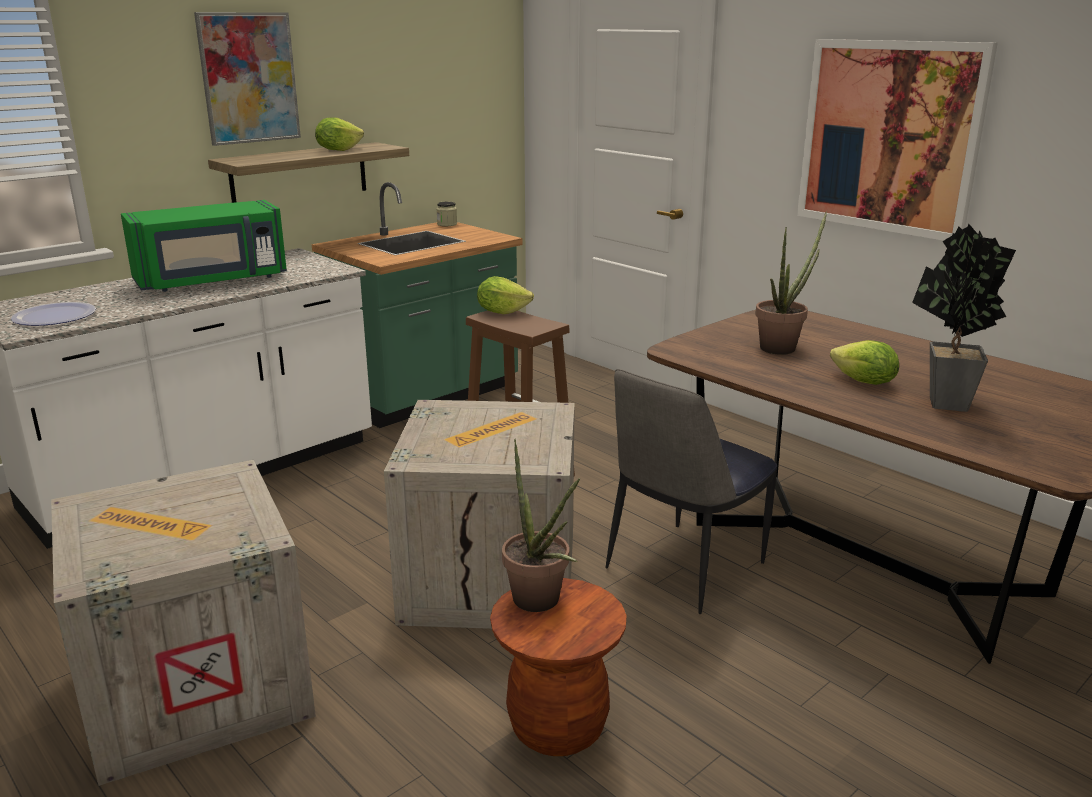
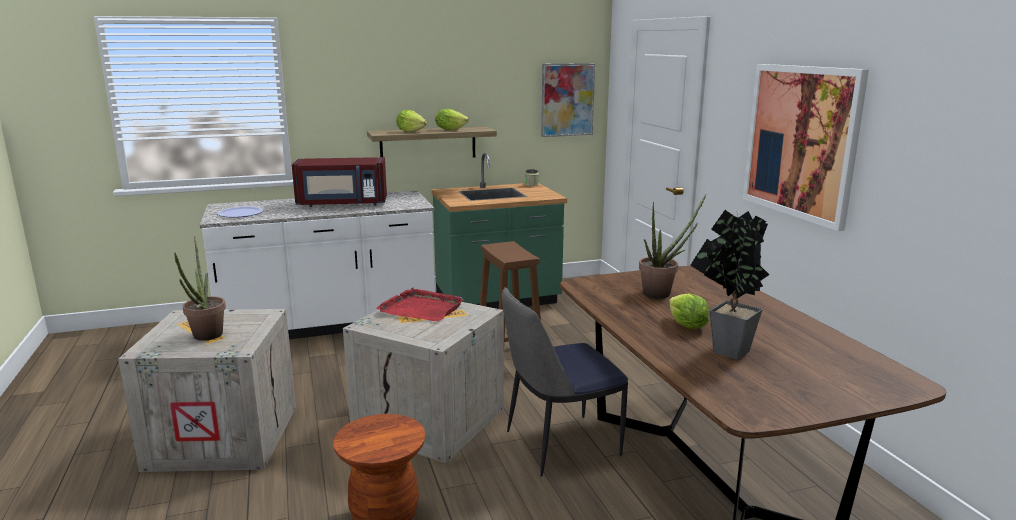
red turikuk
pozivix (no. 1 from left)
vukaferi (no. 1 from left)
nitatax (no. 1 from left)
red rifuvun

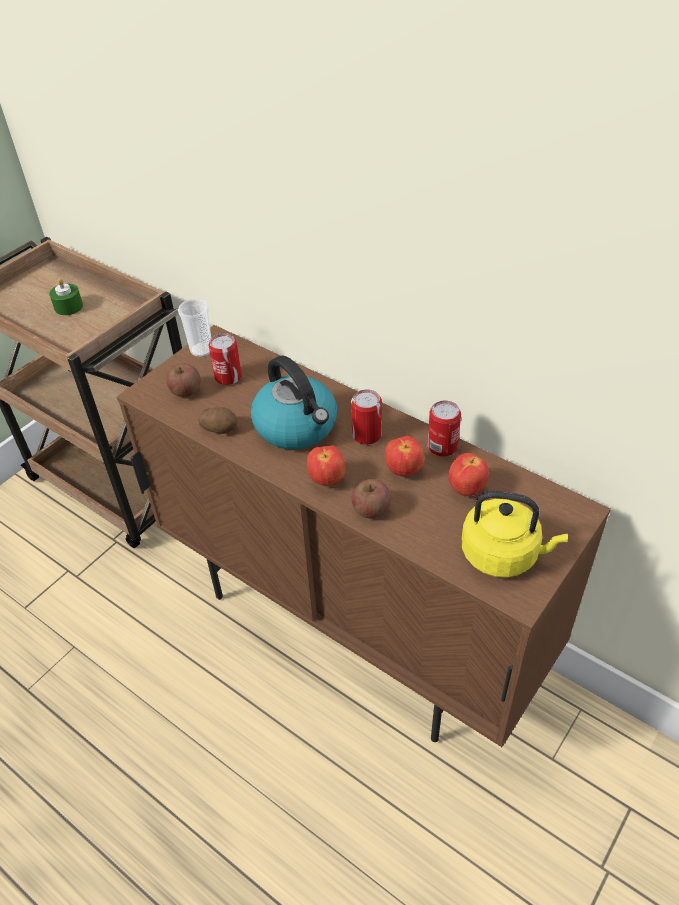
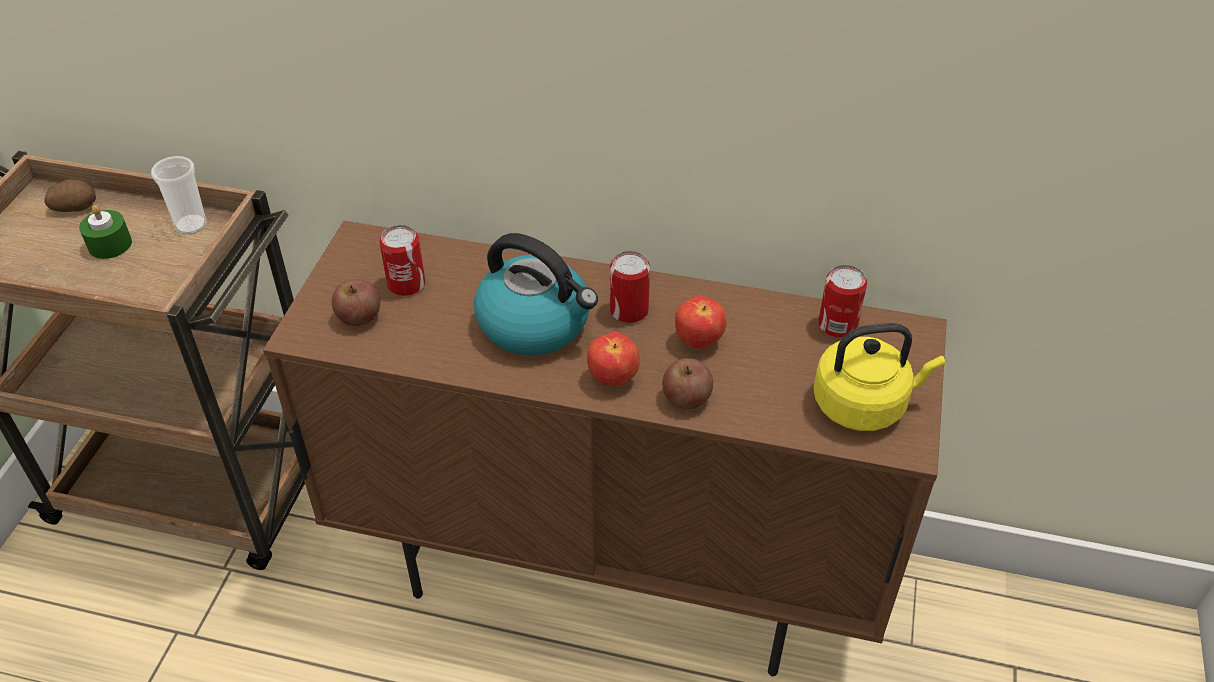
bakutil (no. 5 from left in the first image)
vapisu
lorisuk
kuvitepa (no. 3 from left)

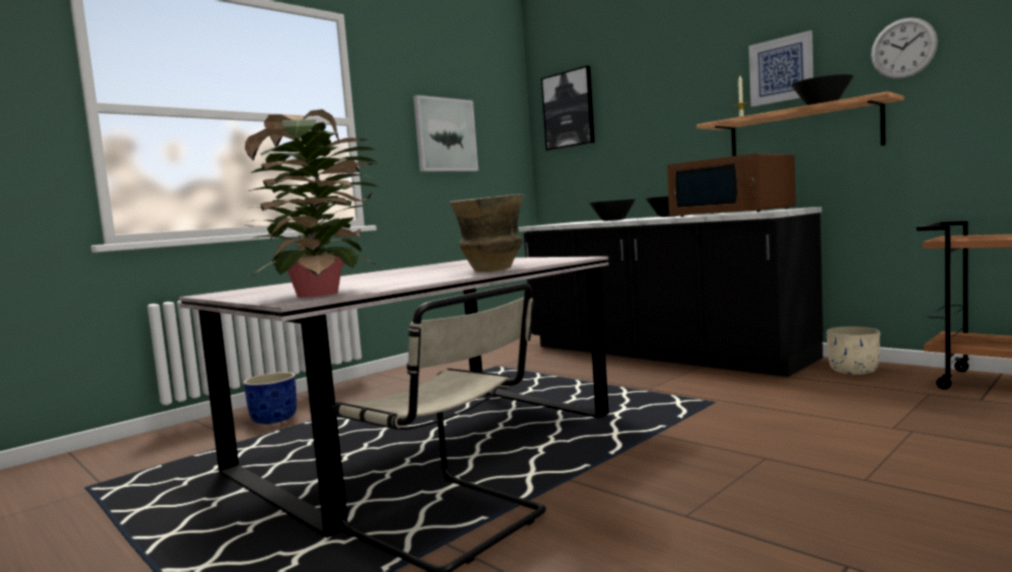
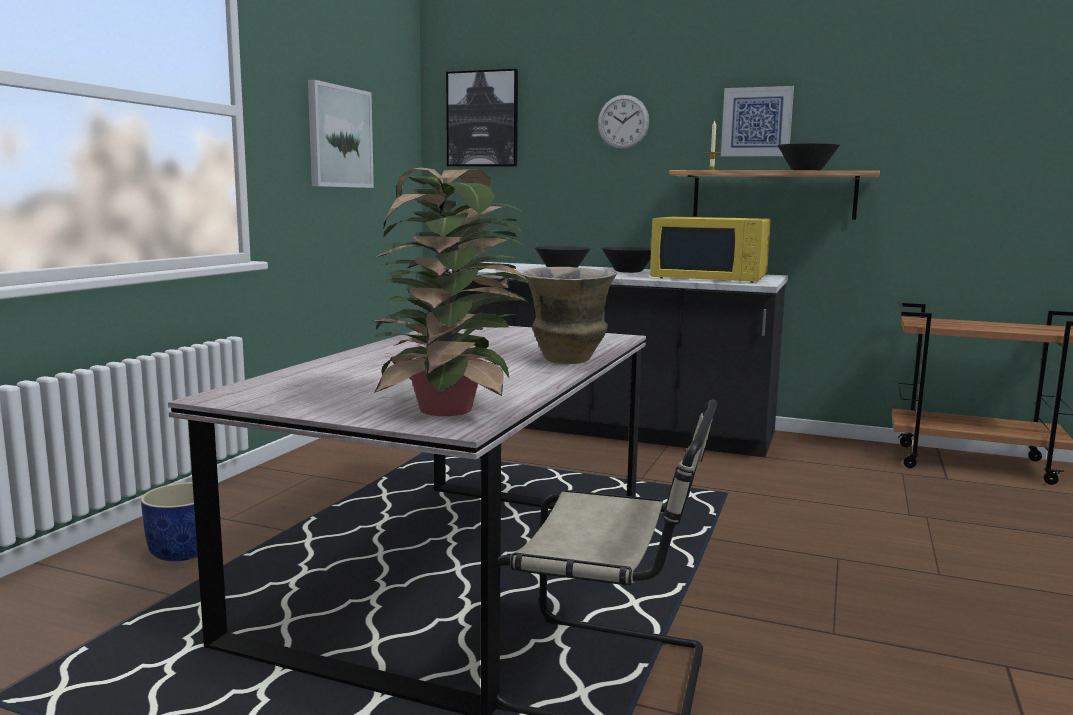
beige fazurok
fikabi
yellow rifuvun

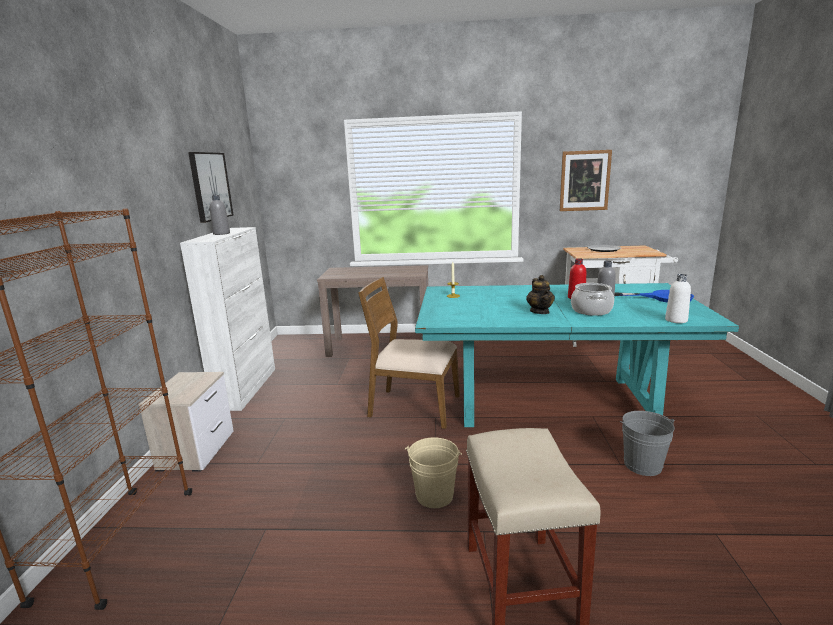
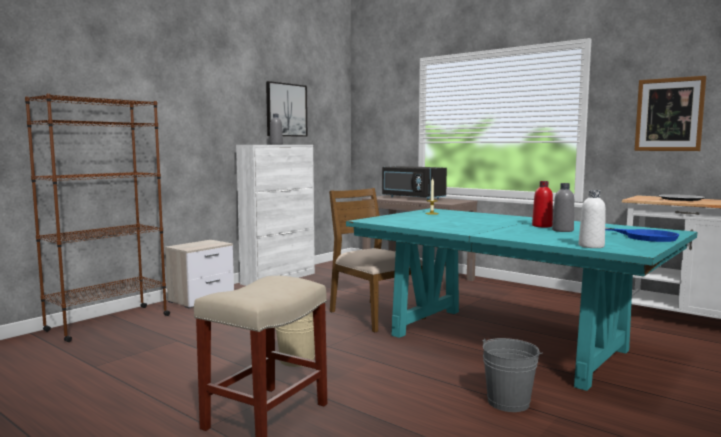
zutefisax
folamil
black rifuvun

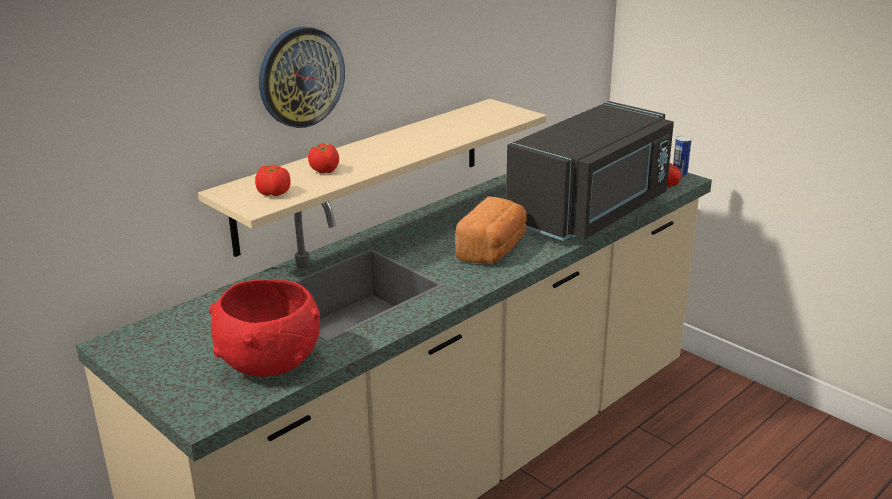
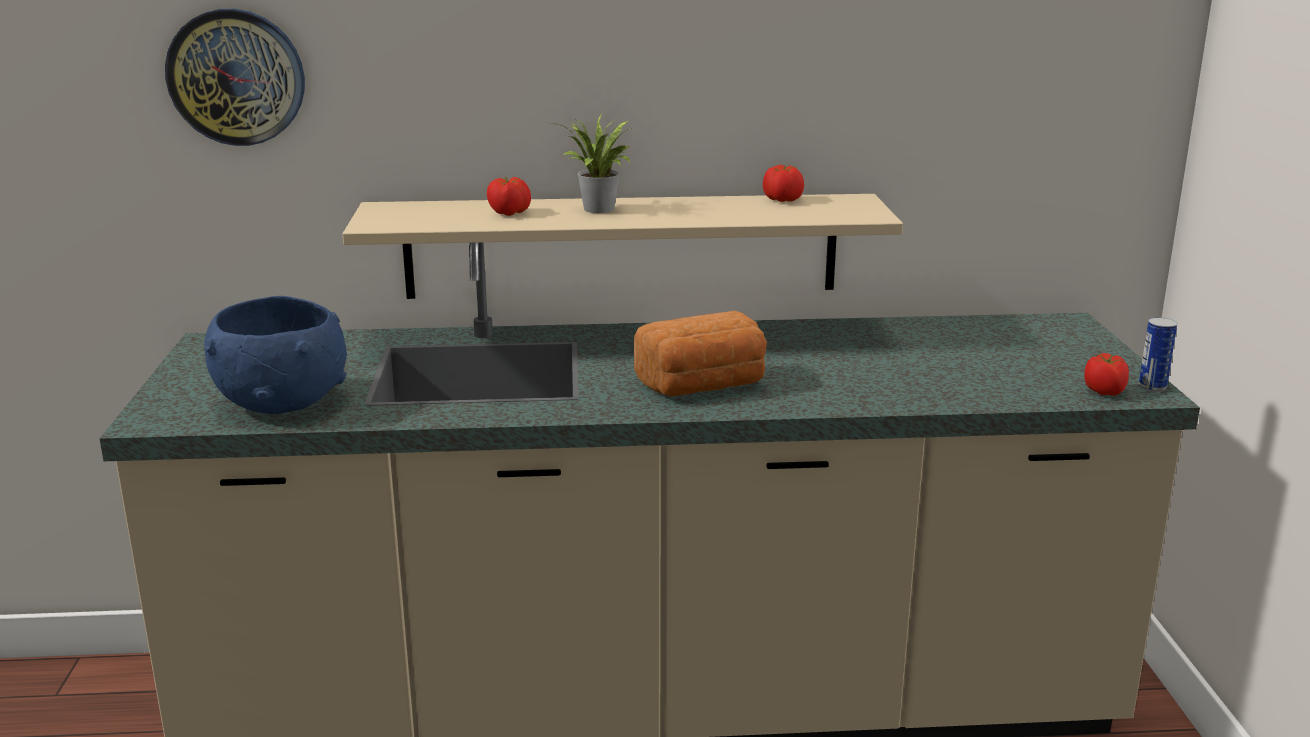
black rifuvun
nitatax
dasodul (no. 2 from left)
fikabi
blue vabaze

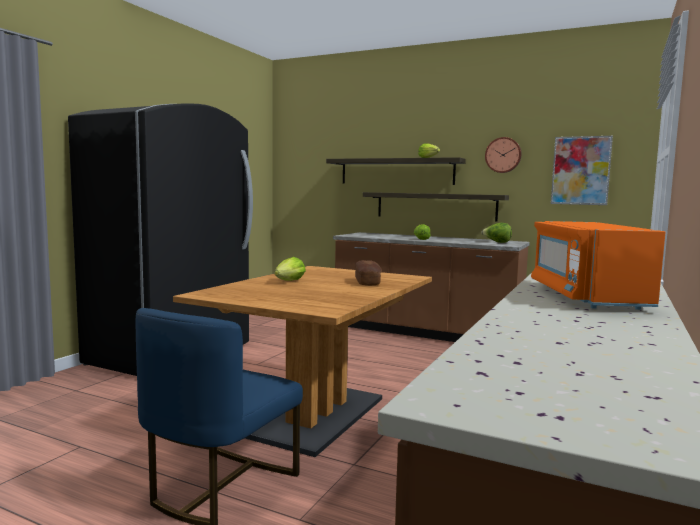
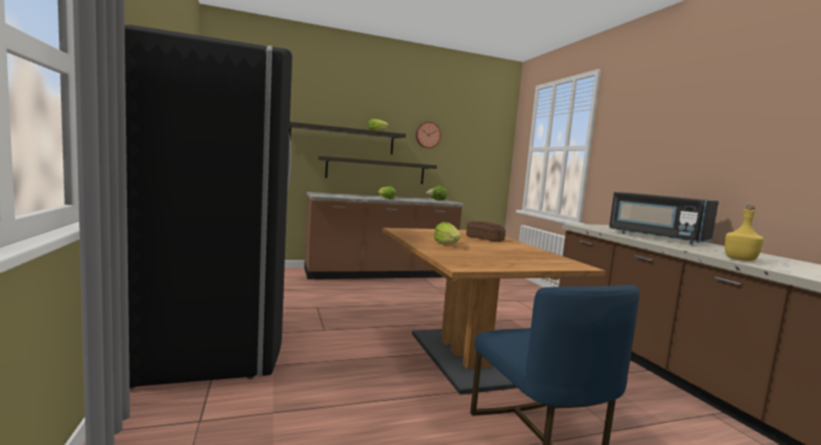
pozivix
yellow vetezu
black rifuvun

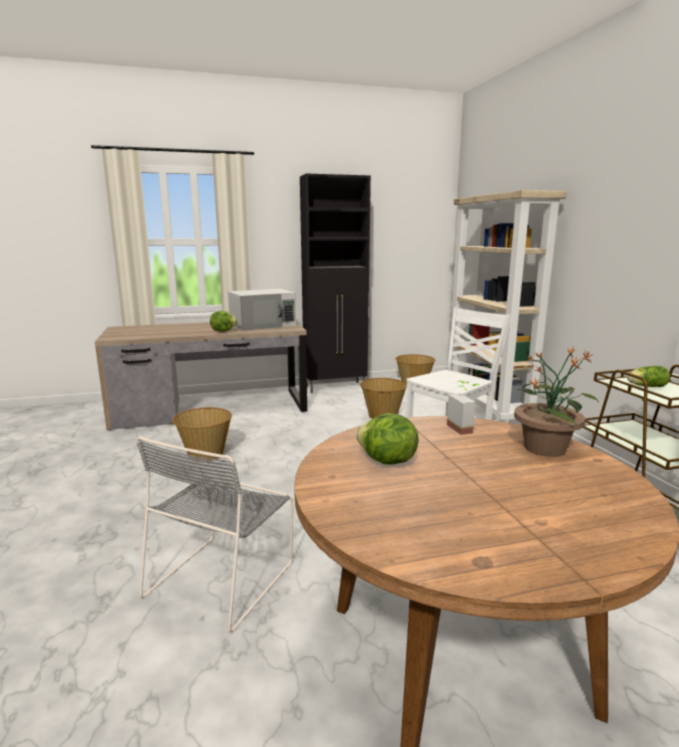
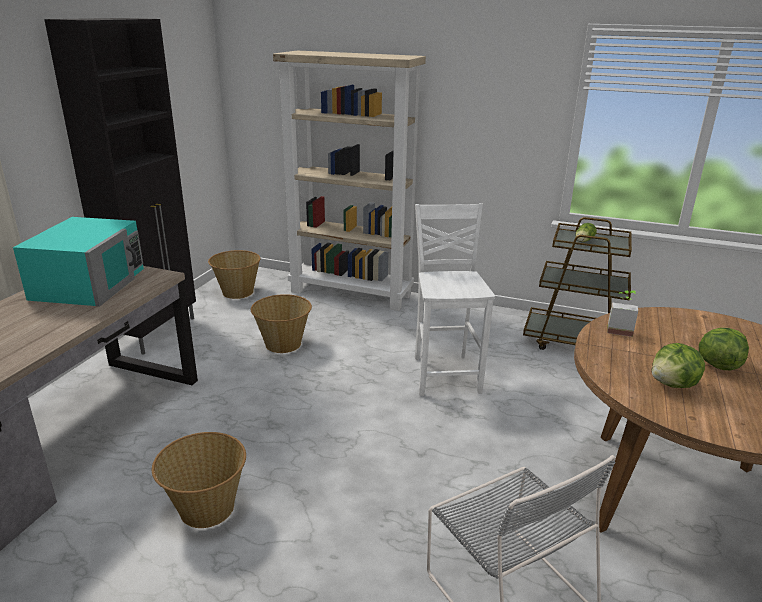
nitatax (no. 2 from left in the first image)
vukaferi (no. 3 from left)
turquoise rifuvun

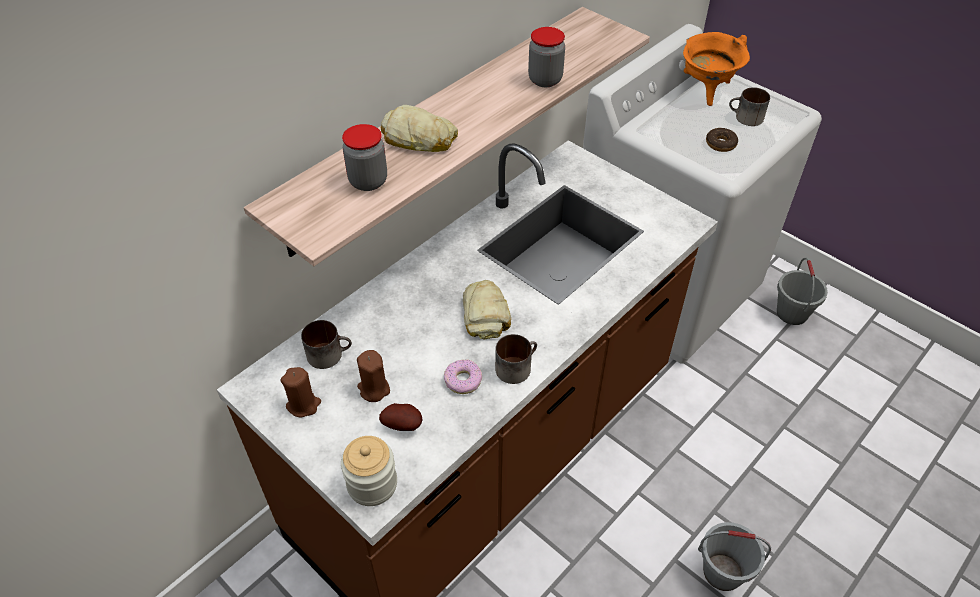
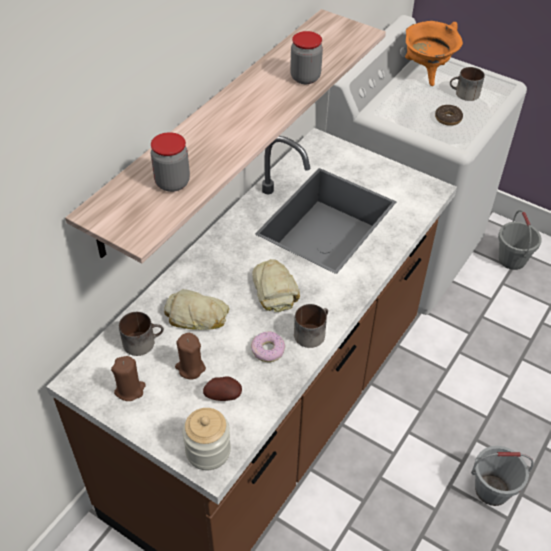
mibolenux (no. 1 from left)

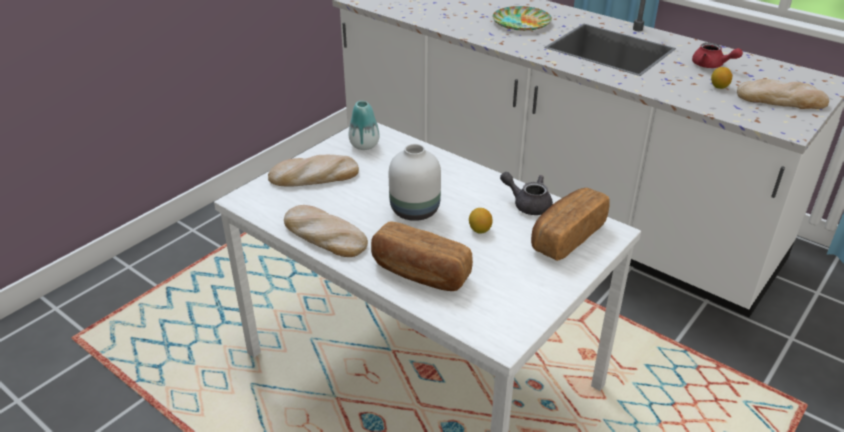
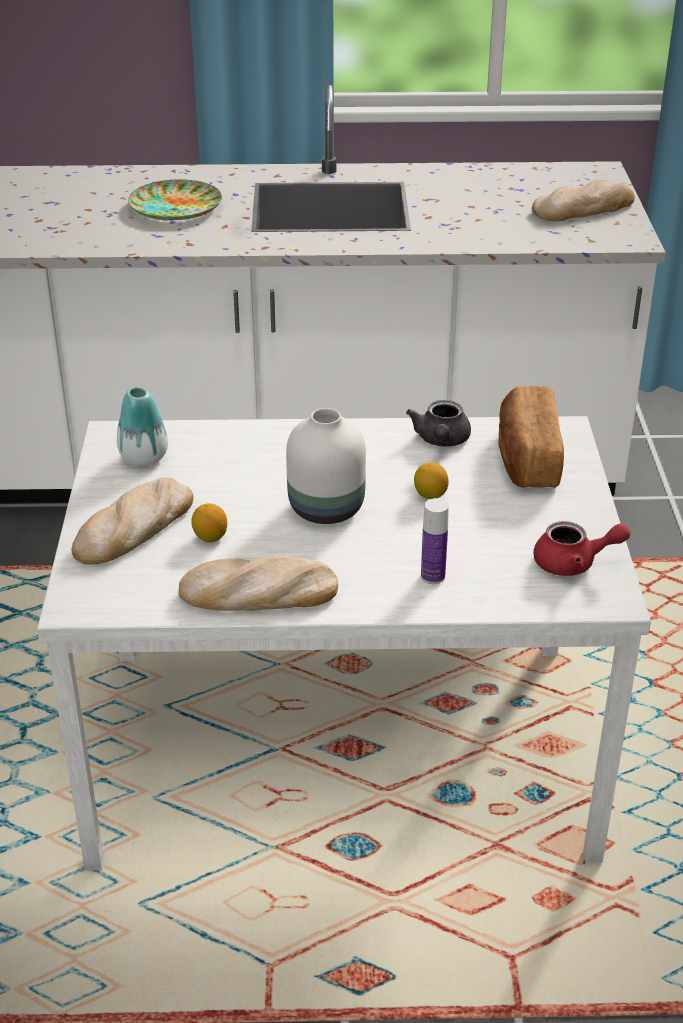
red zutefisax
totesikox (no. 1 from left)
vetezu
grey zutefisax

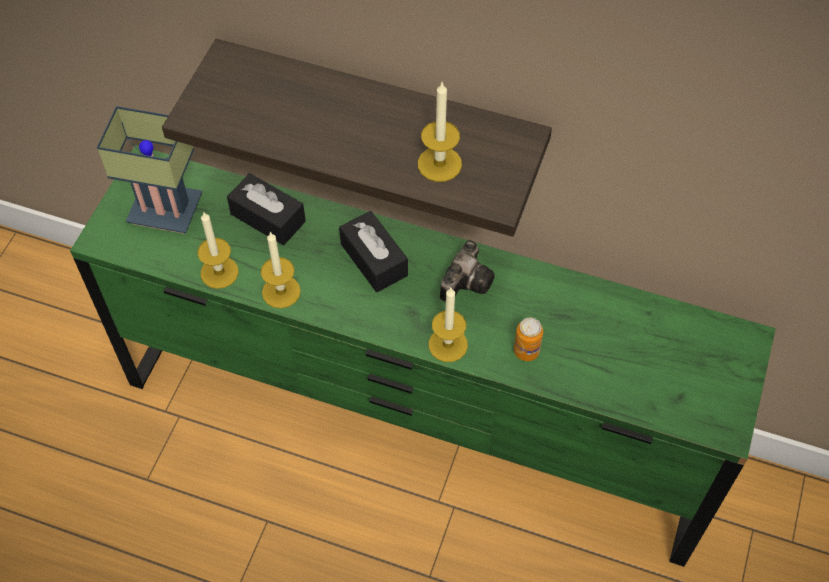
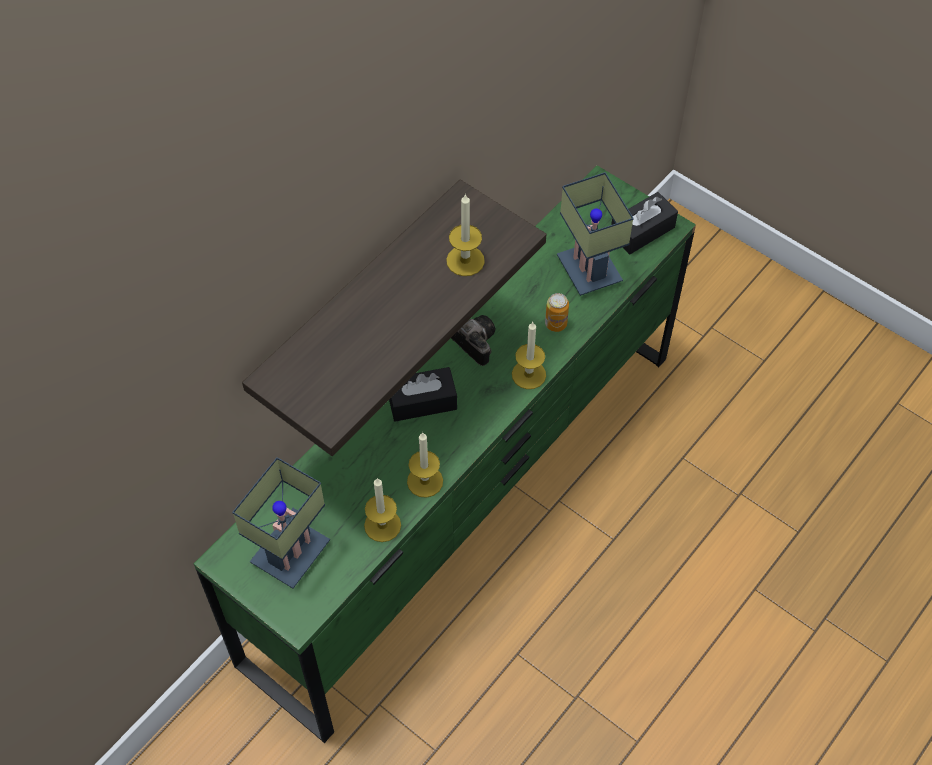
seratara (no. 2 from left)
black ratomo (no. 2 from left)

